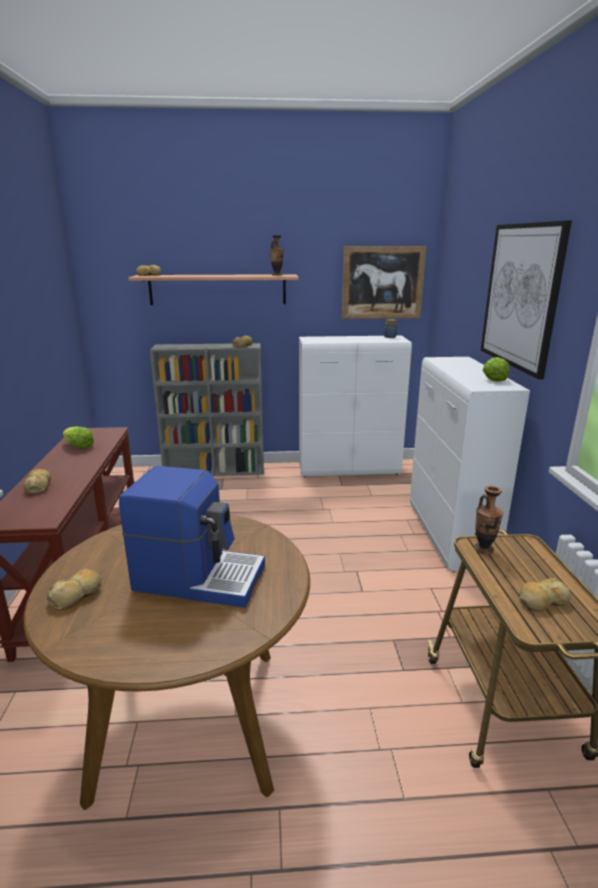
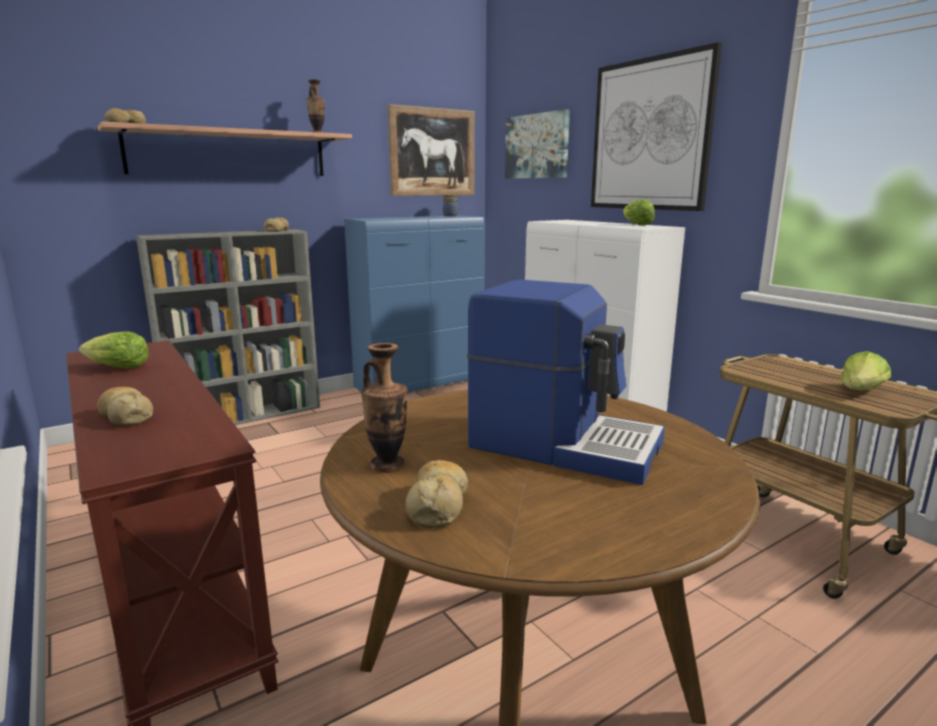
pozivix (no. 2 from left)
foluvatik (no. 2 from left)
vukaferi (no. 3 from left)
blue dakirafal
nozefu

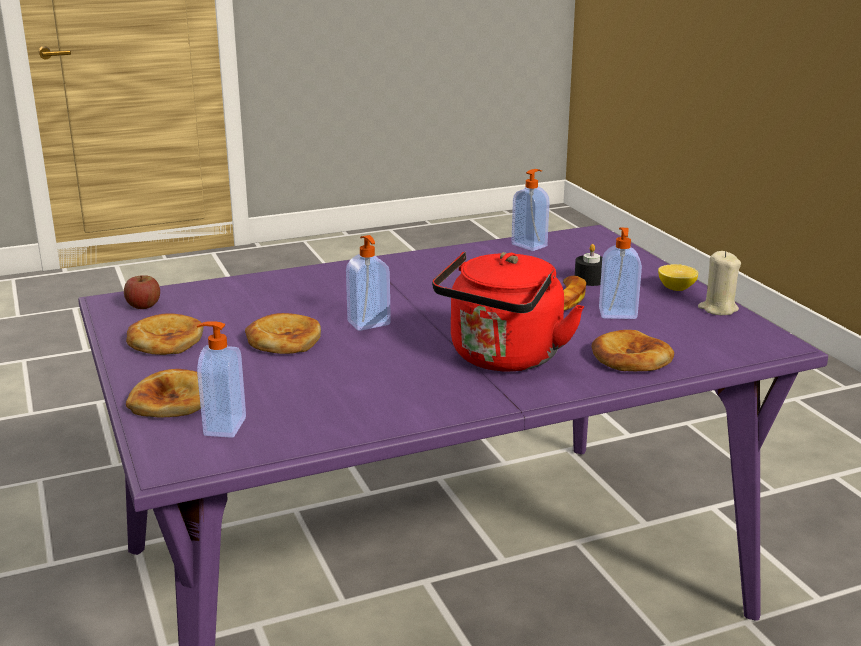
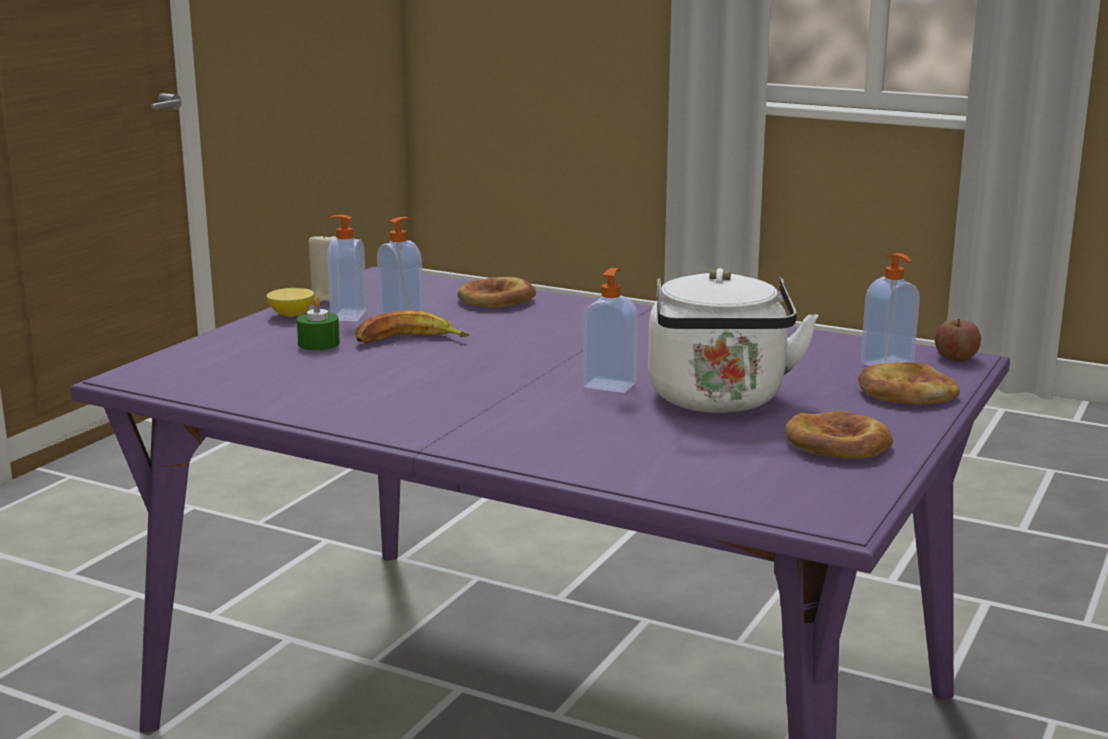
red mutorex
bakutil
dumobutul (no. 1 from left)
white mutorex
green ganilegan

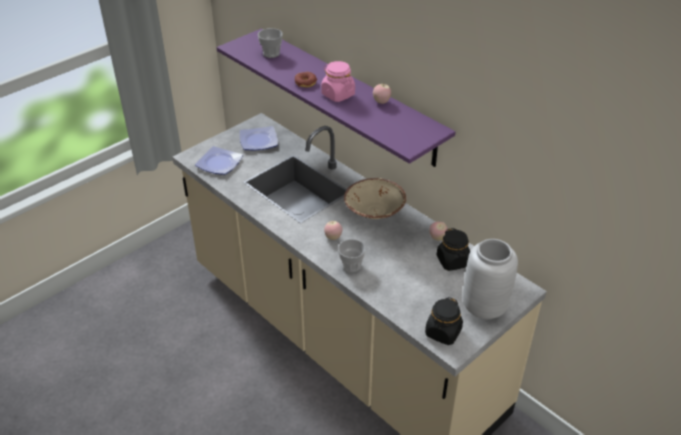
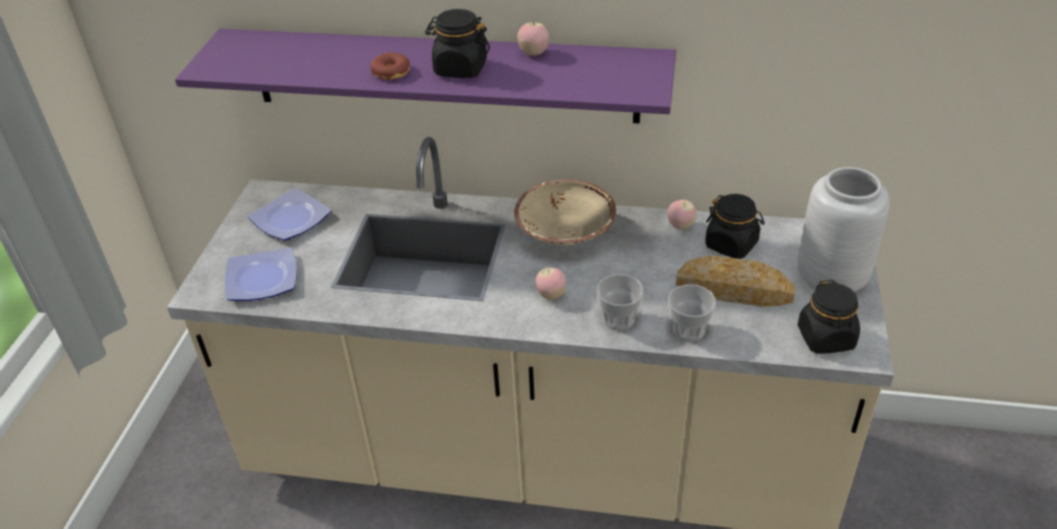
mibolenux
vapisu (no. 2 from left)
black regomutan (no. 1 from left)

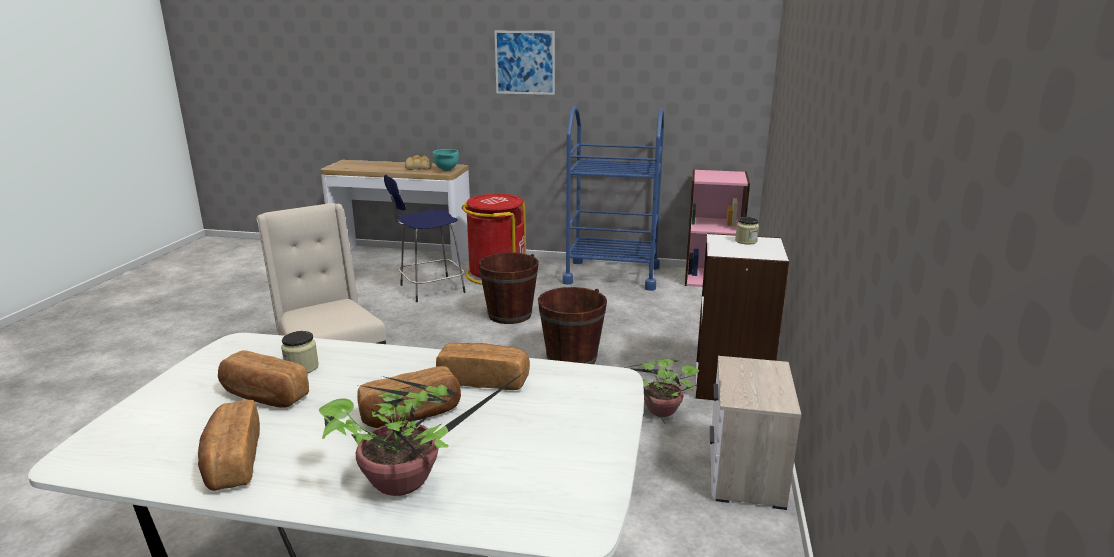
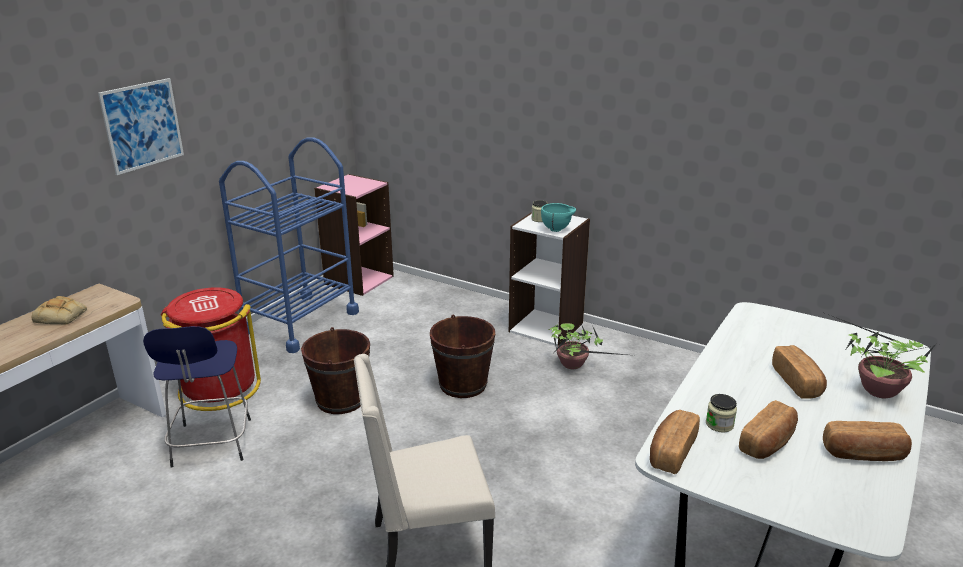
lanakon
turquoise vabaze
mibolenux (no. 2 from left)

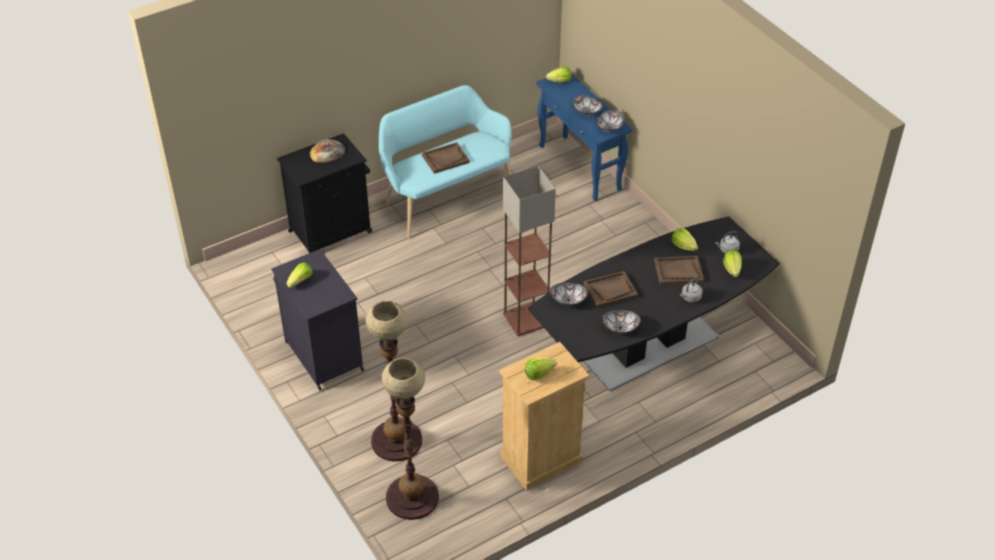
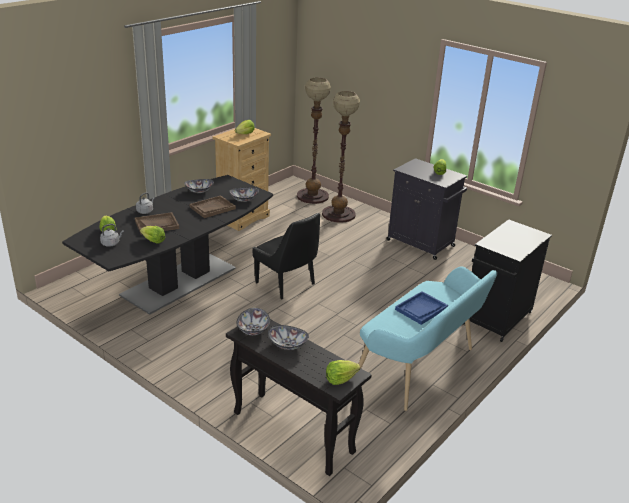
mibolenux
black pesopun
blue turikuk
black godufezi

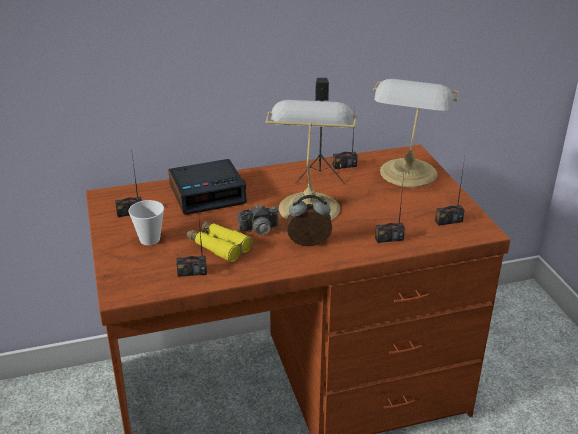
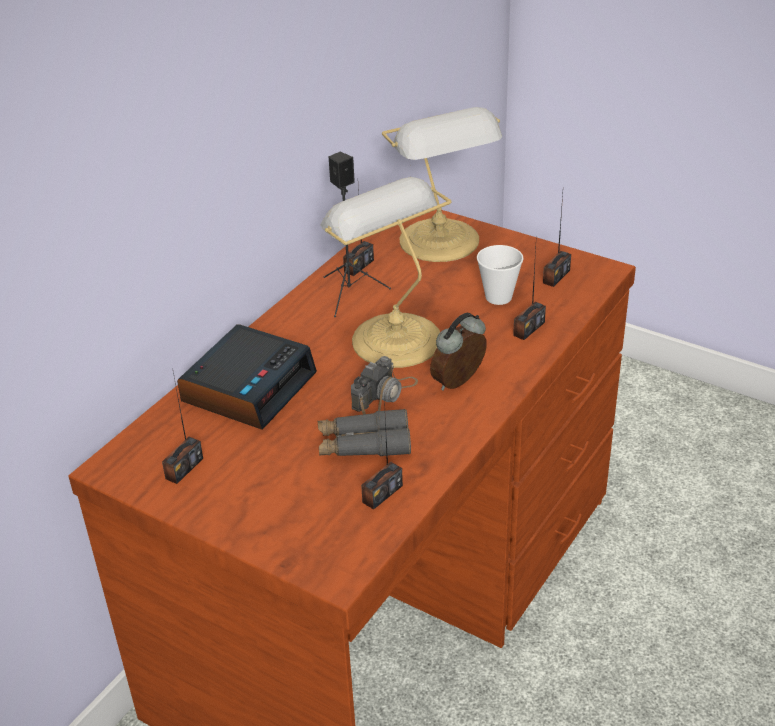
vapisu
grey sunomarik

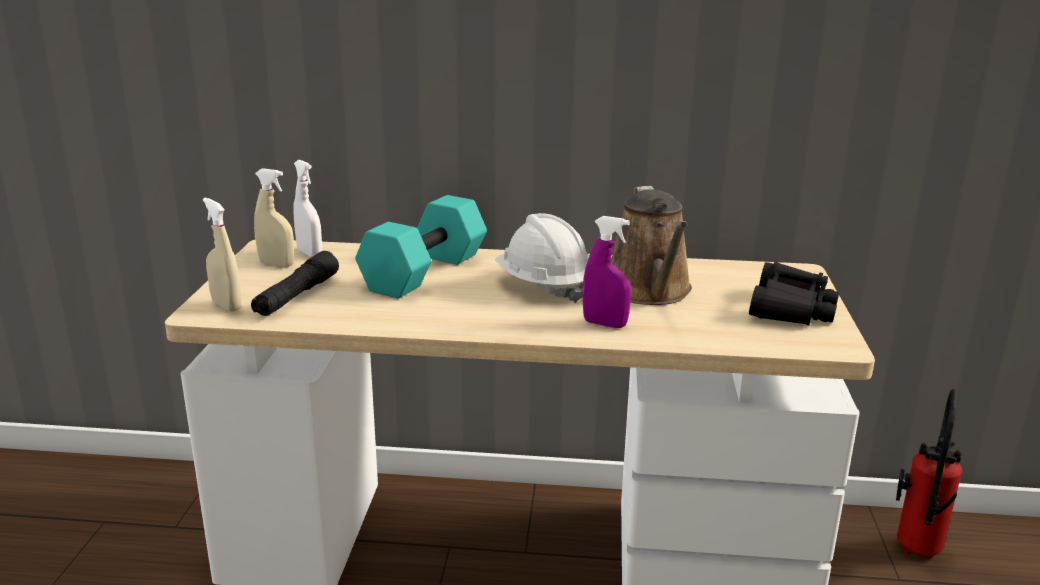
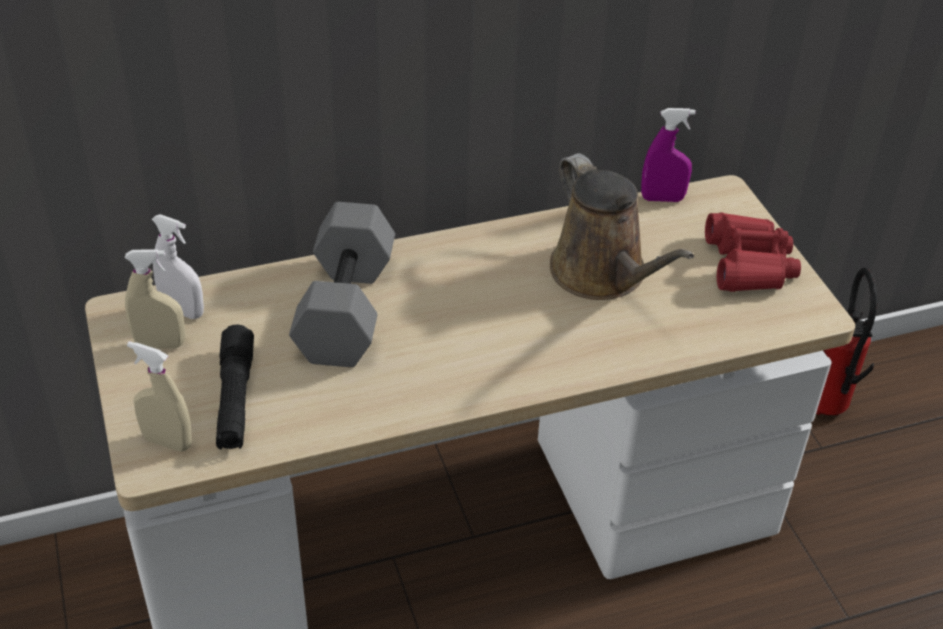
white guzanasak
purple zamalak
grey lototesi
red sunomarik

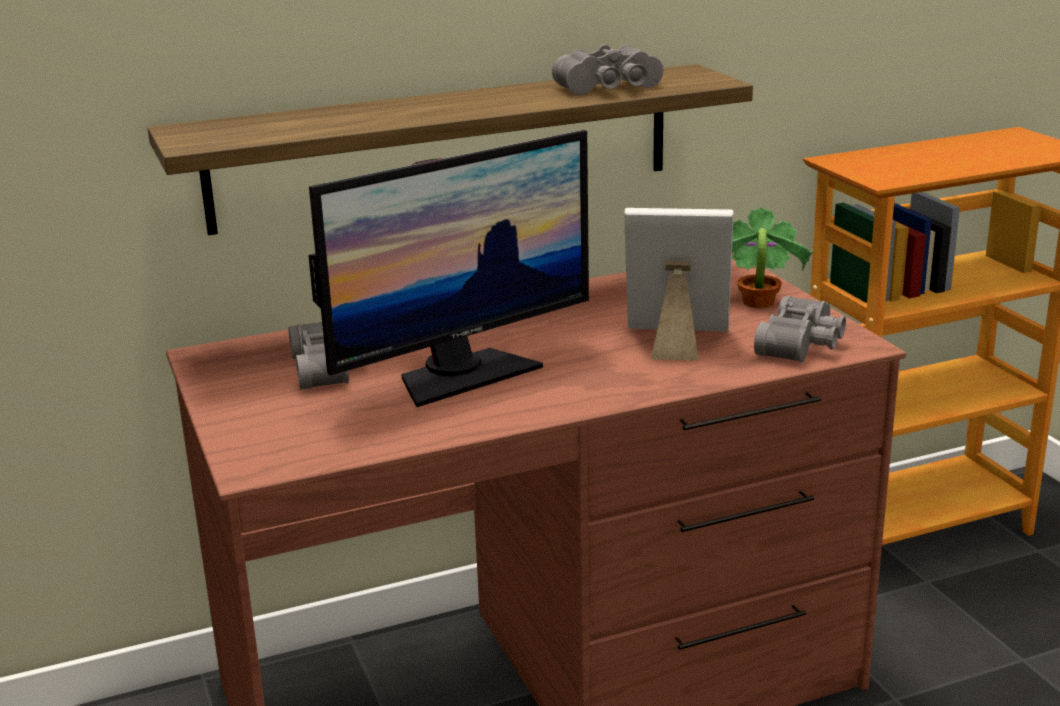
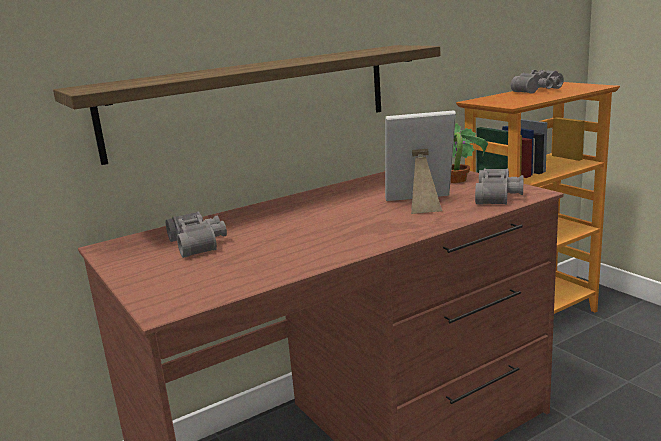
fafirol
grey sunomarik (no. 3 from left)

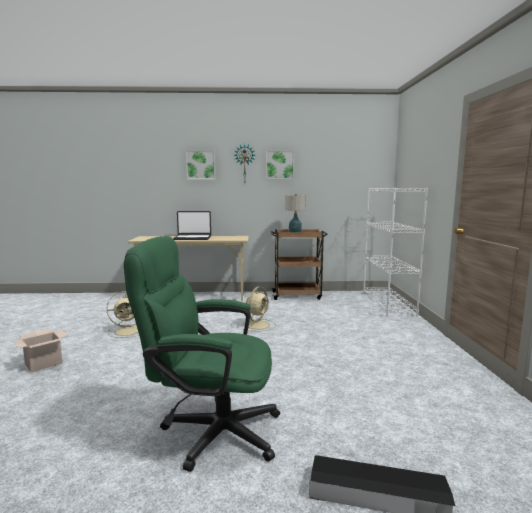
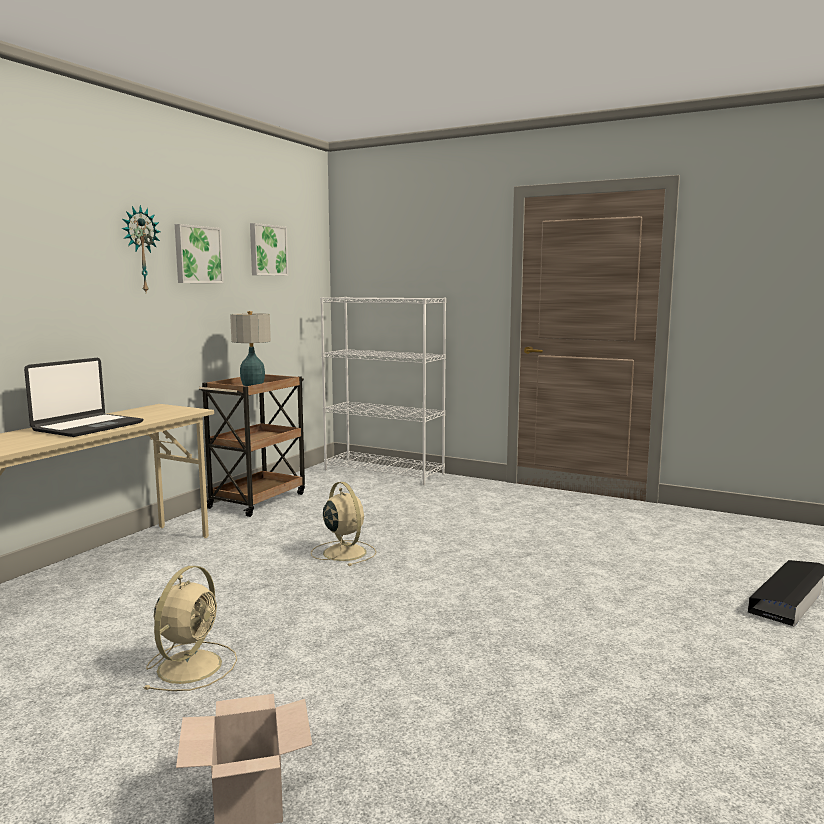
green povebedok
pozivix (no. 2 from left)

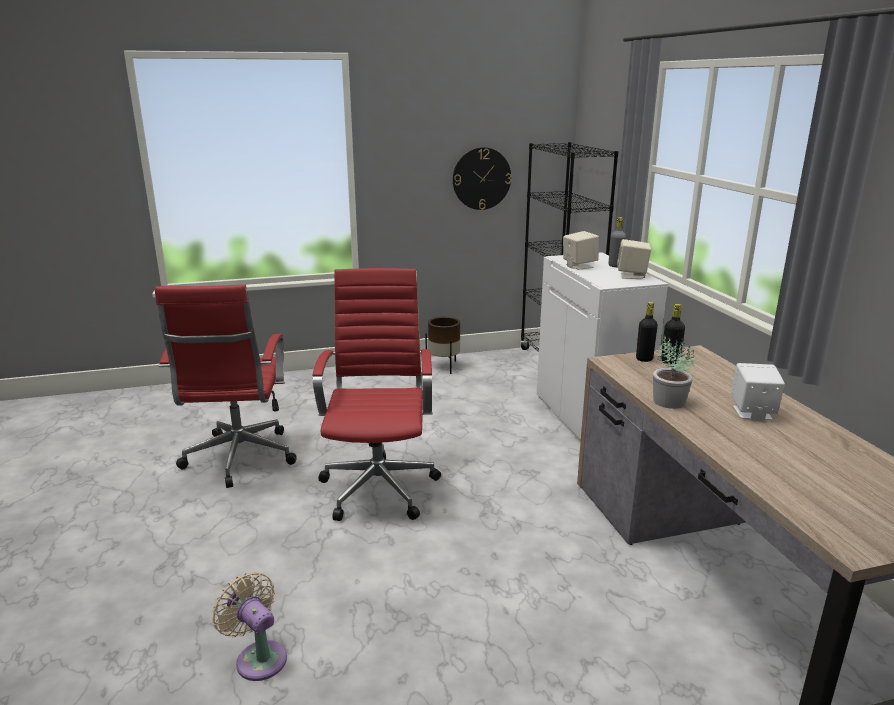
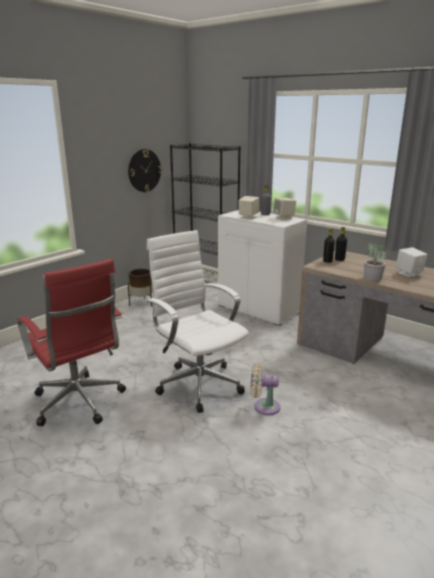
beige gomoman
white povebedok

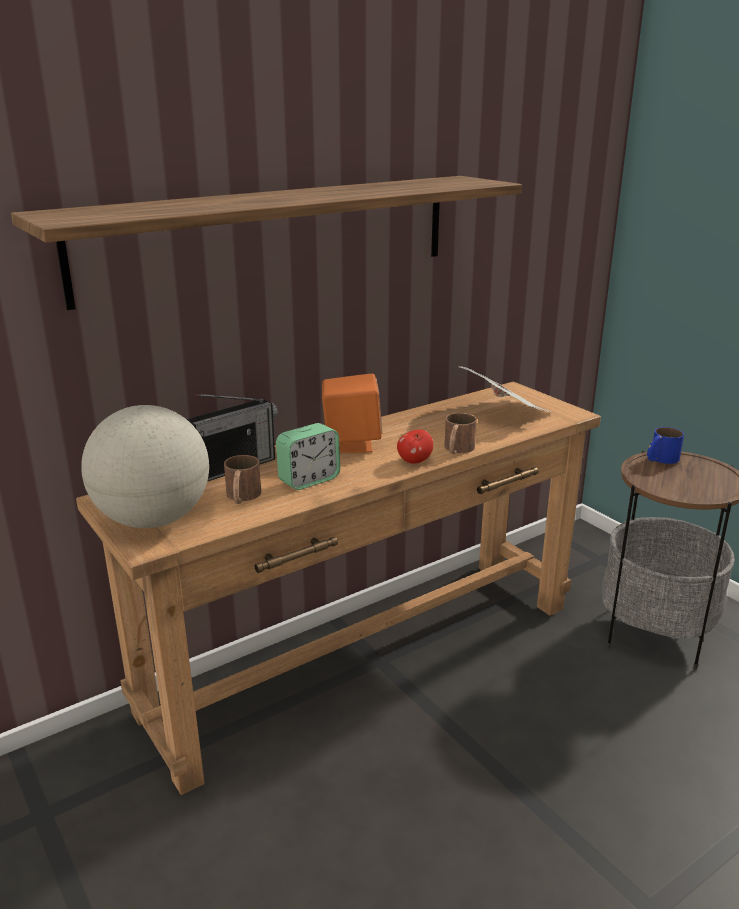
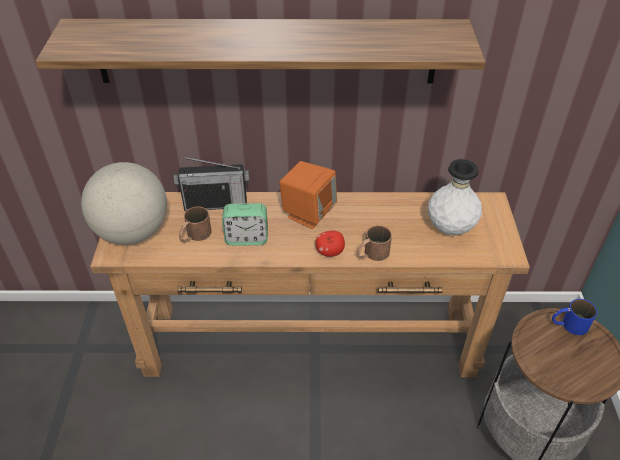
white foluvatik

